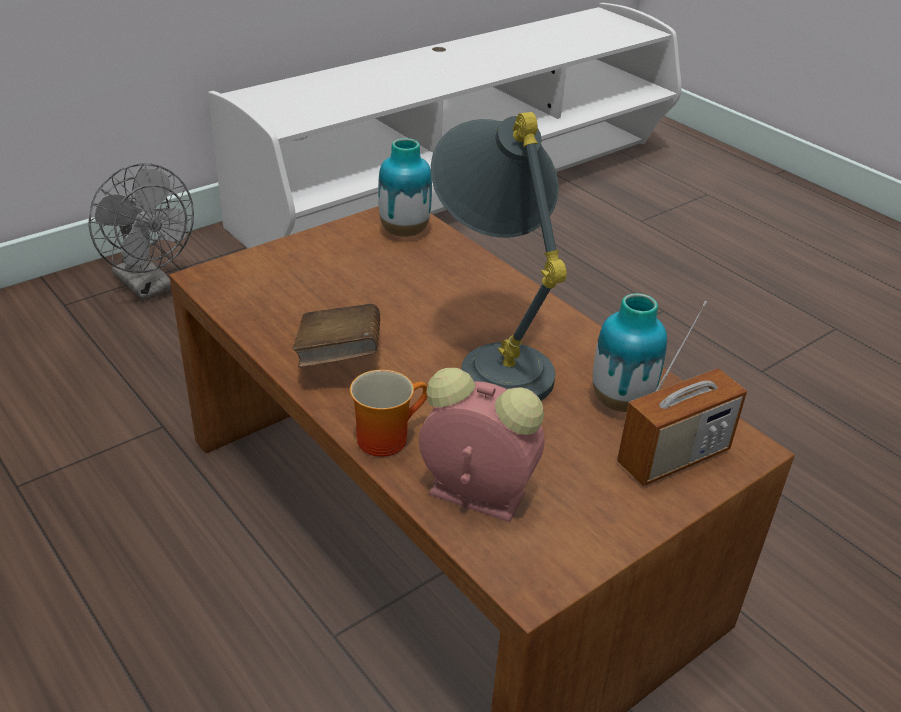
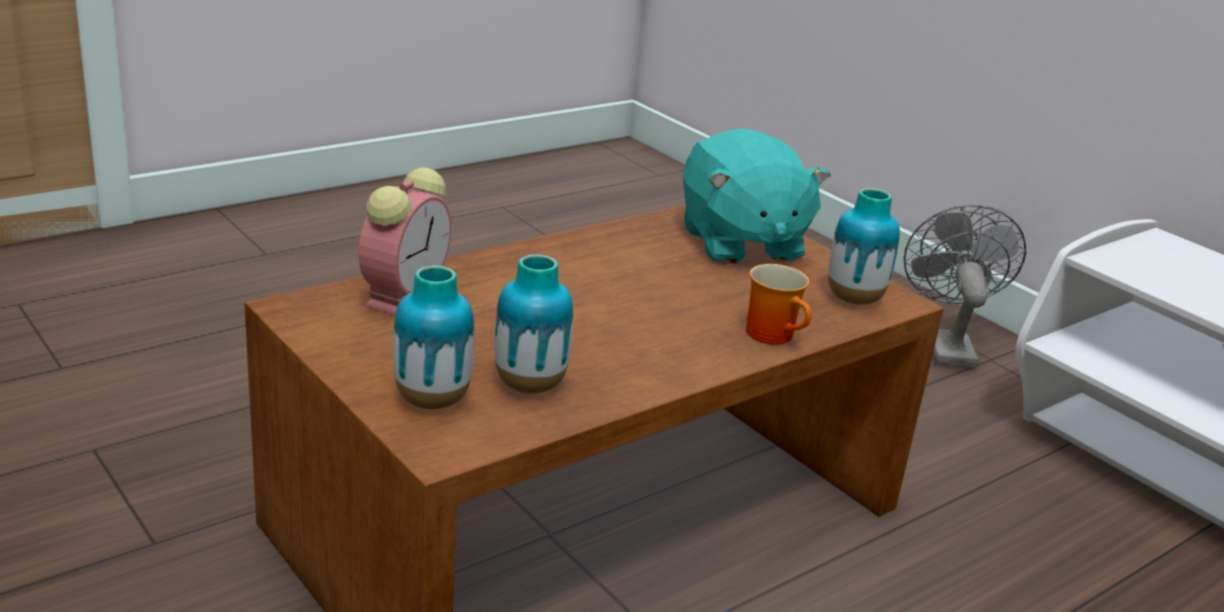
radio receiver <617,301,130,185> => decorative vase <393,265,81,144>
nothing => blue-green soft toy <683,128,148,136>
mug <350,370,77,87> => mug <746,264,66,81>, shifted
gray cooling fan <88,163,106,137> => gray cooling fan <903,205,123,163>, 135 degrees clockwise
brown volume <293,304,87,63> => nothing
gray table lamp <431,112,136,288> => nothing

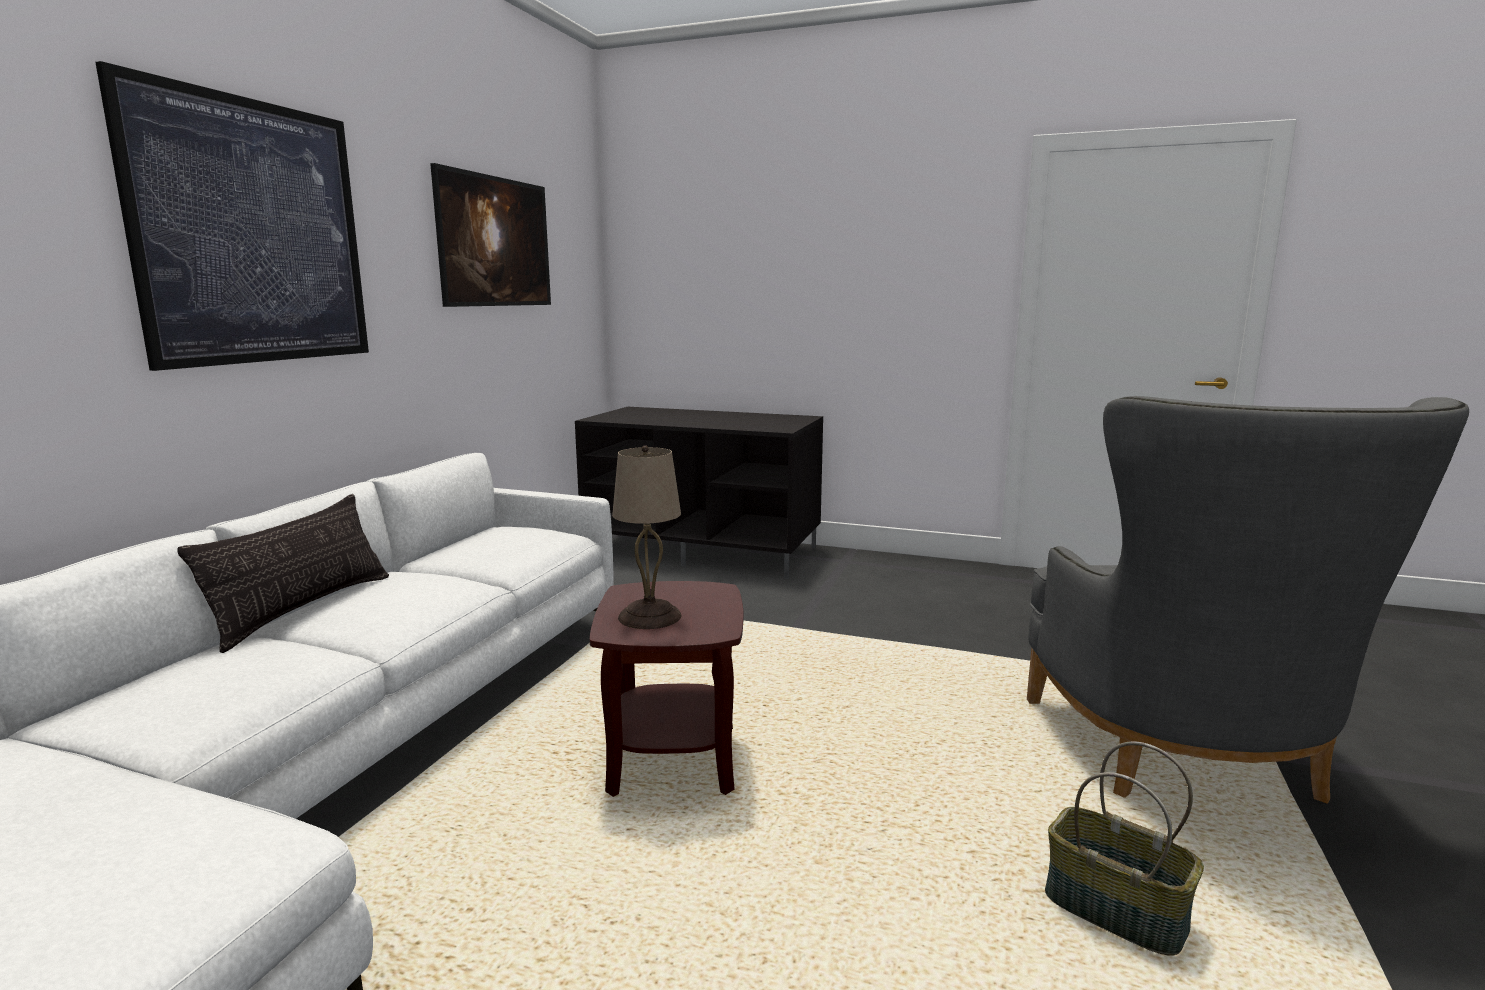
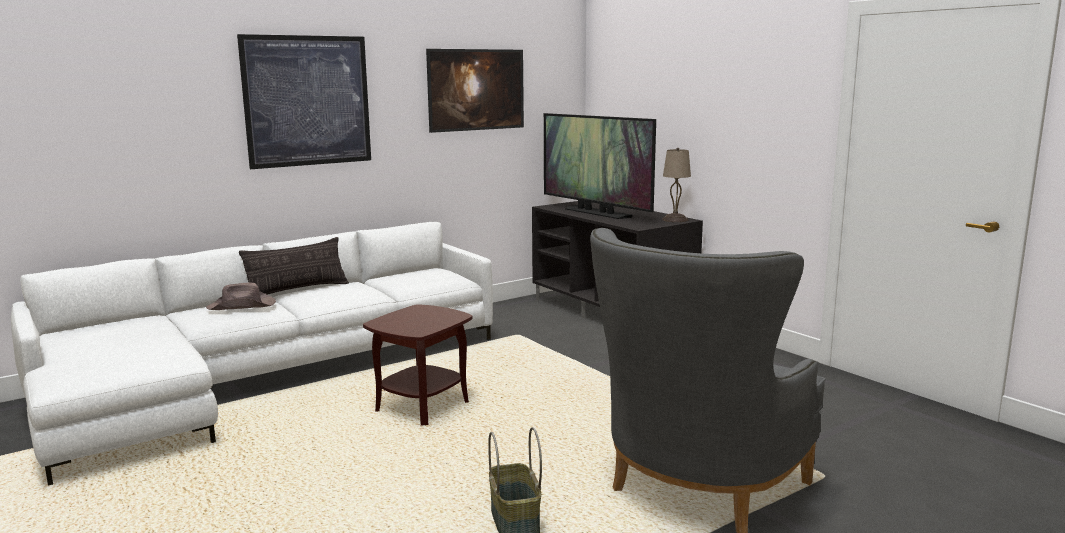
nothing => brown wearable hat <206,283,70,27>
nothing => TV <544,113,112,106>
sand-coloured table lamp <612,445,69,184> => sand-coloured table lamp <662,148,29,74>, shifted

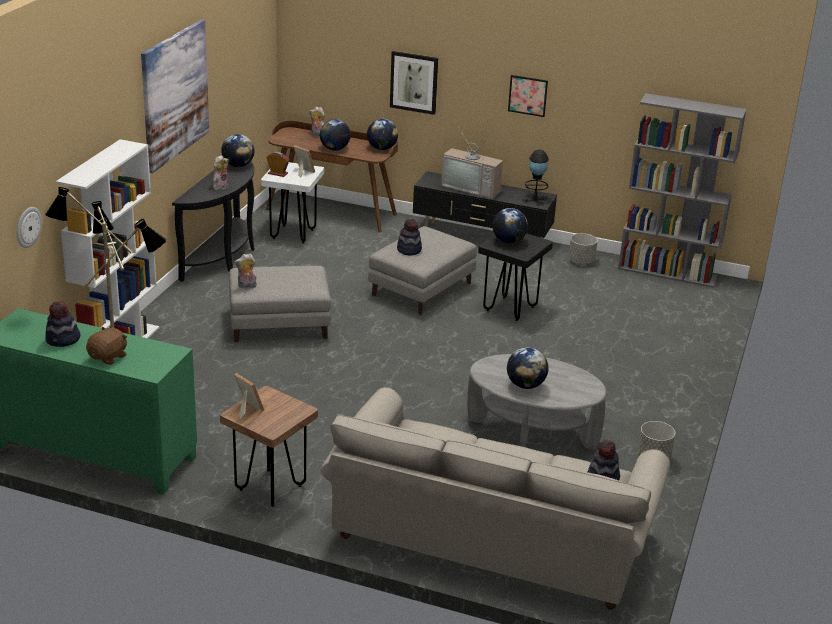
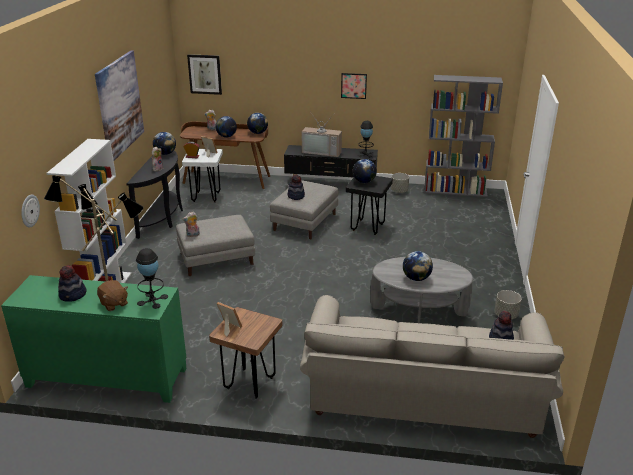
brown soft toy <86,326,41,39> => brown soft toy <97,280,31,31>, 120 degrees clockwise
nothing => black-coloured table lamp <136,248,32,61>
picture <390,51,48,64> => picture <187,54,35,41>, shifted

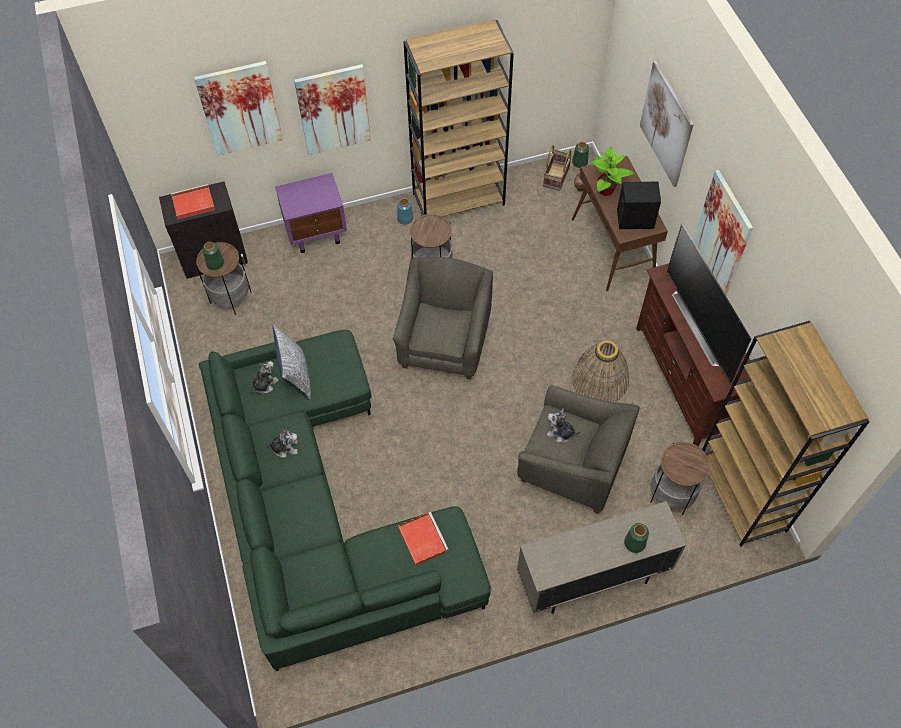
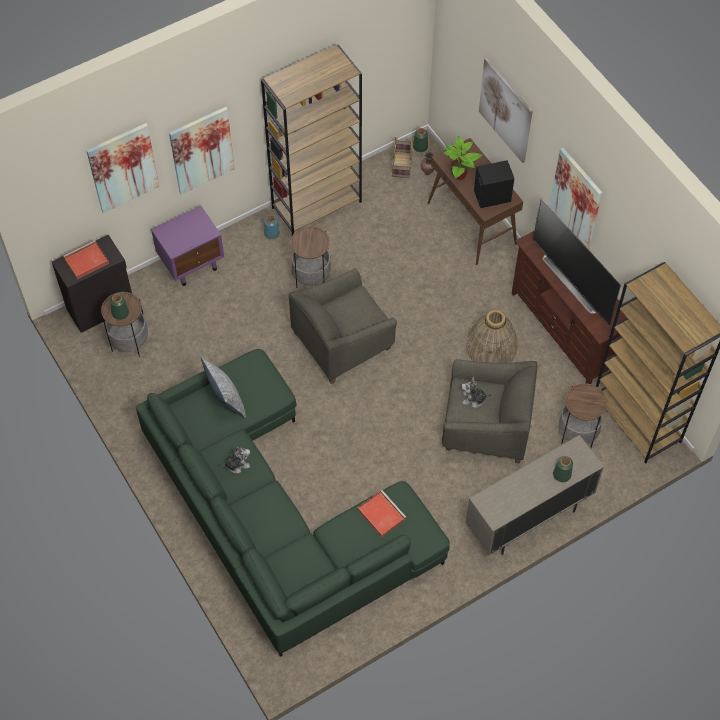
gray lounge chair <392,257,101,123> => gray lounge chair <289,268,108,116>, 120 degrees counterclockwise
soft toy <250,361,29,33> => nothing

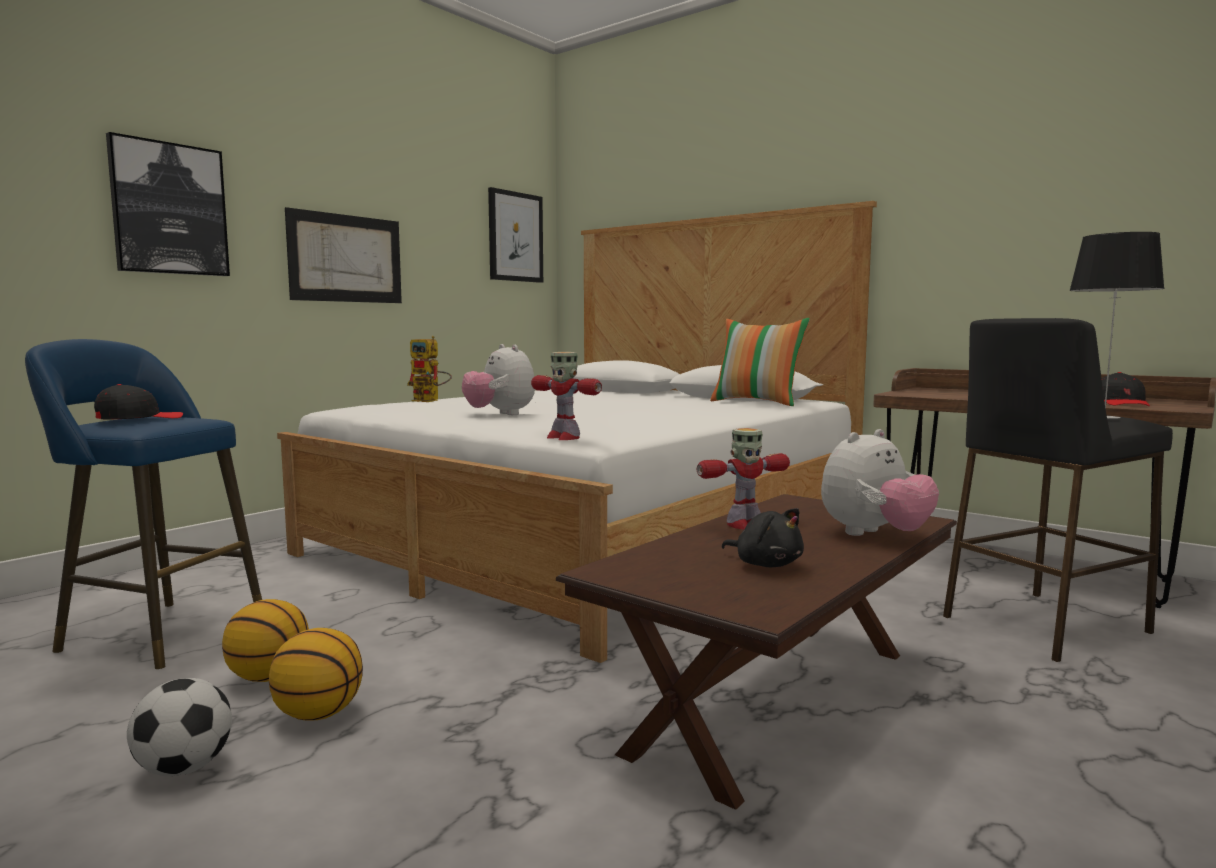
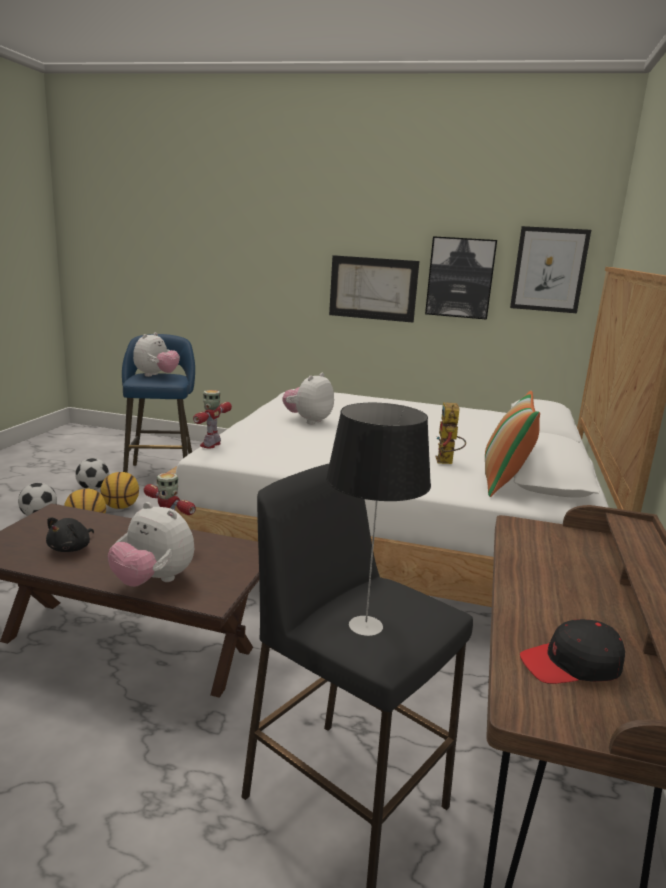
nothing => football ball <75,458,34,32>
black-coloured baseball cap <94,384,89,35> => soft toy <133,332,47,45>
picture <106,132,124,144> => picture <425,236,72,84>, shifted
robot figure <407,336,45,66> => robot figure <436,402,30,62>, shifted

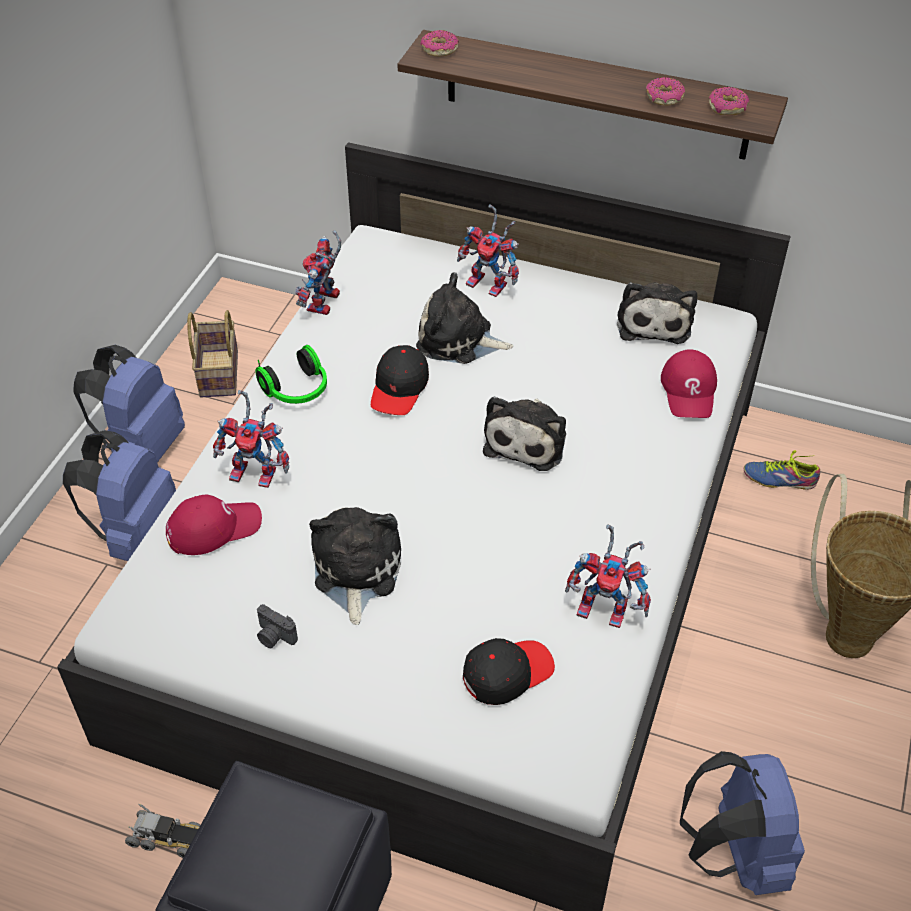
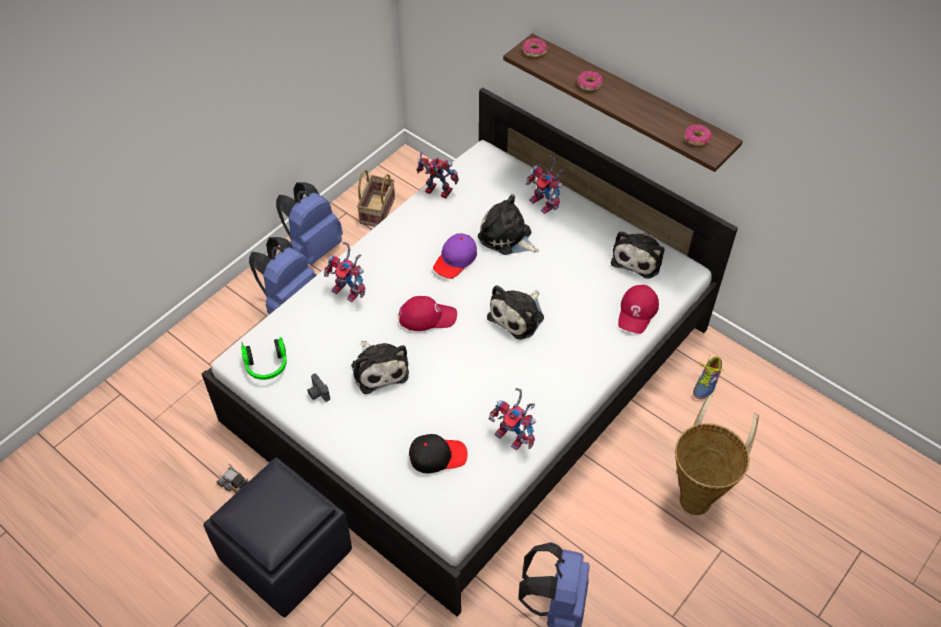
headset <255,345,72,59> => headset <241,337,46,43>, shifted
soft toy <309,507,92,118> => soft toy <351,341,58,53>, 135 degrees clockwise
reddish baseball cap <166,495,96,60> => reddish baseball cap <399,296,58,35>, shifted
robot figure <295,231,46,84> => robot figure <417,152,42,46>, 75 degrees clockwise
black-coloured baseball cap <371,345,58,70> => purple-coloured baseball cap <433,233,44,46>
donut <646,77,39,28> => donut <578,71,25,20>, shifted
item of footwear <744,450,76,40> => item of footwear <693,356,31,43>, 90 degrees counterclockwise

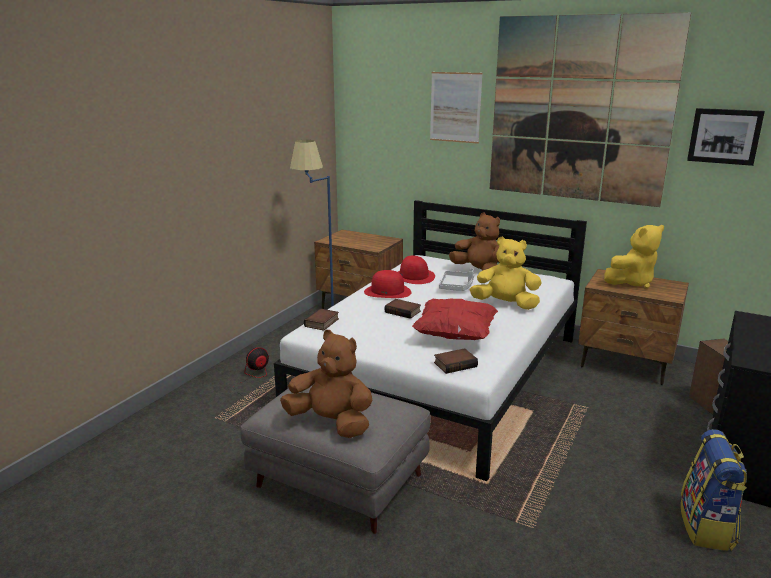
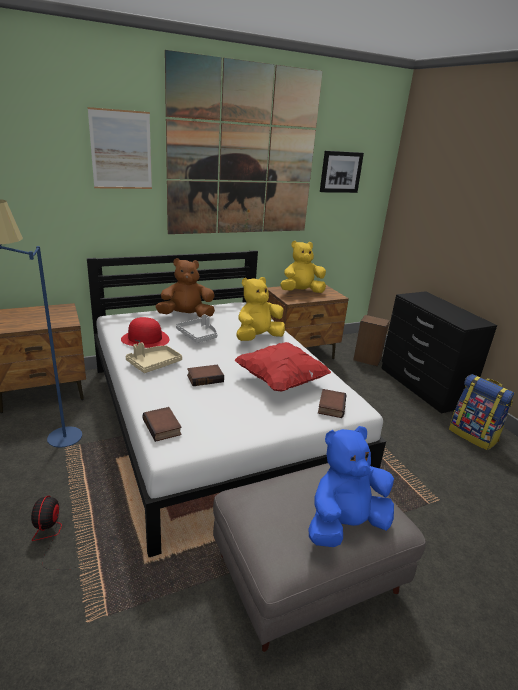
reddish wearable hat <364,270,48,28> => sand-coloured carrying tray <126,342,56,31>
yellow soft toy <604,225,60,64> => yellow soft toy <281,241,45,52>, 120 degrees counterclockwise
brown soft toy <280,330,92,108> => blue-coloured soft toy <309,426,85,121>

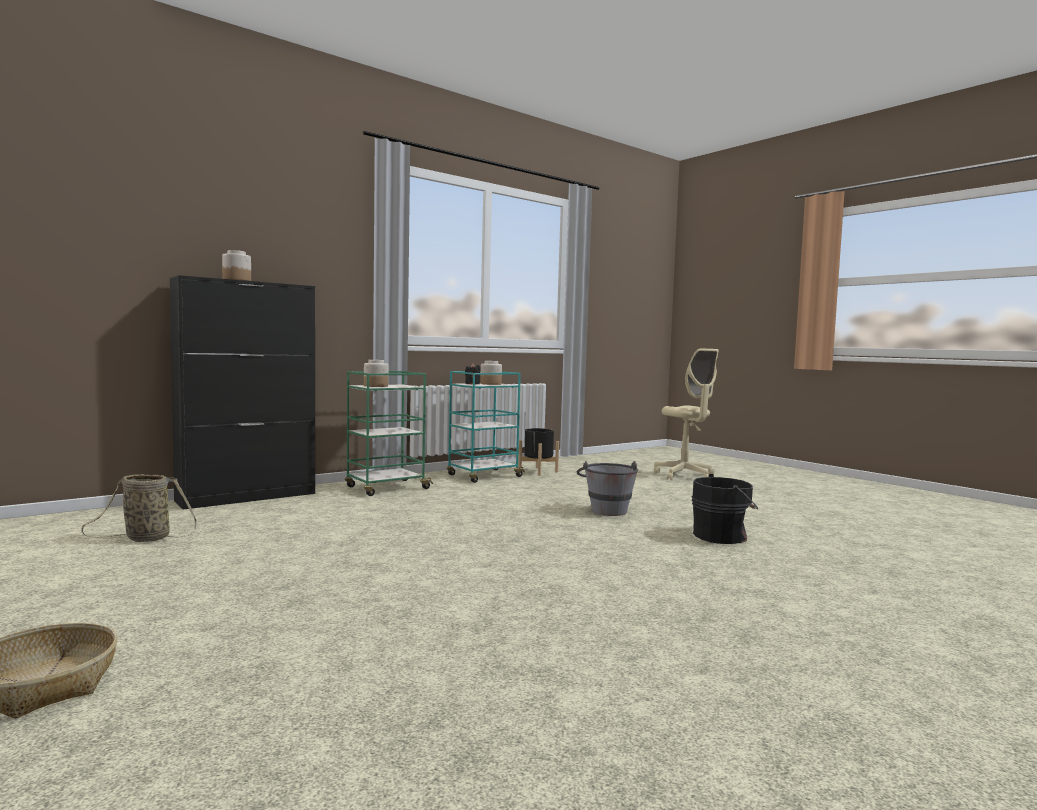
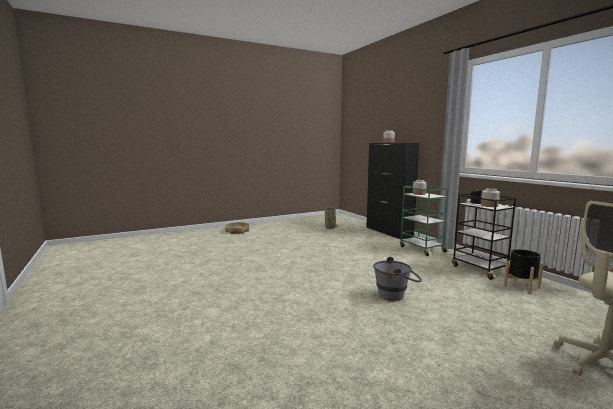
blue-green trolley <447,371,78,112> => black-coloured trolley <452,193,64,87>
black-coloured water bucket <692,474,66,70> => nothing

